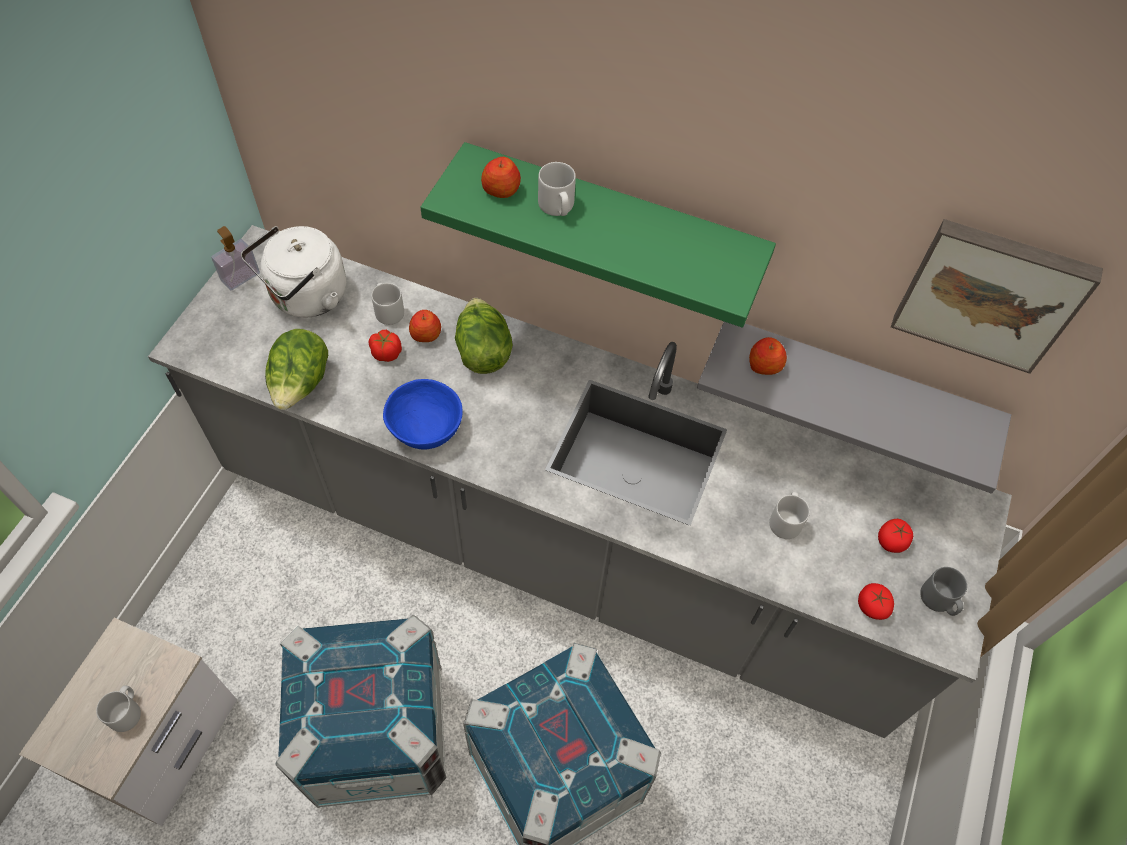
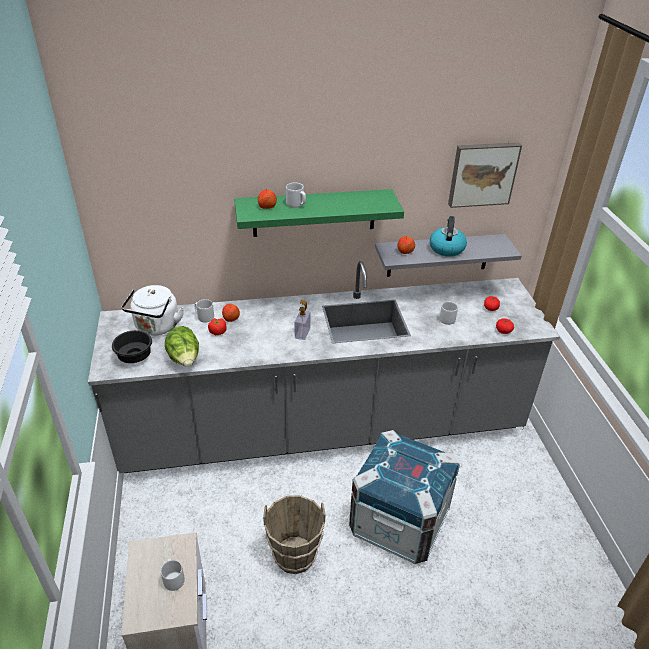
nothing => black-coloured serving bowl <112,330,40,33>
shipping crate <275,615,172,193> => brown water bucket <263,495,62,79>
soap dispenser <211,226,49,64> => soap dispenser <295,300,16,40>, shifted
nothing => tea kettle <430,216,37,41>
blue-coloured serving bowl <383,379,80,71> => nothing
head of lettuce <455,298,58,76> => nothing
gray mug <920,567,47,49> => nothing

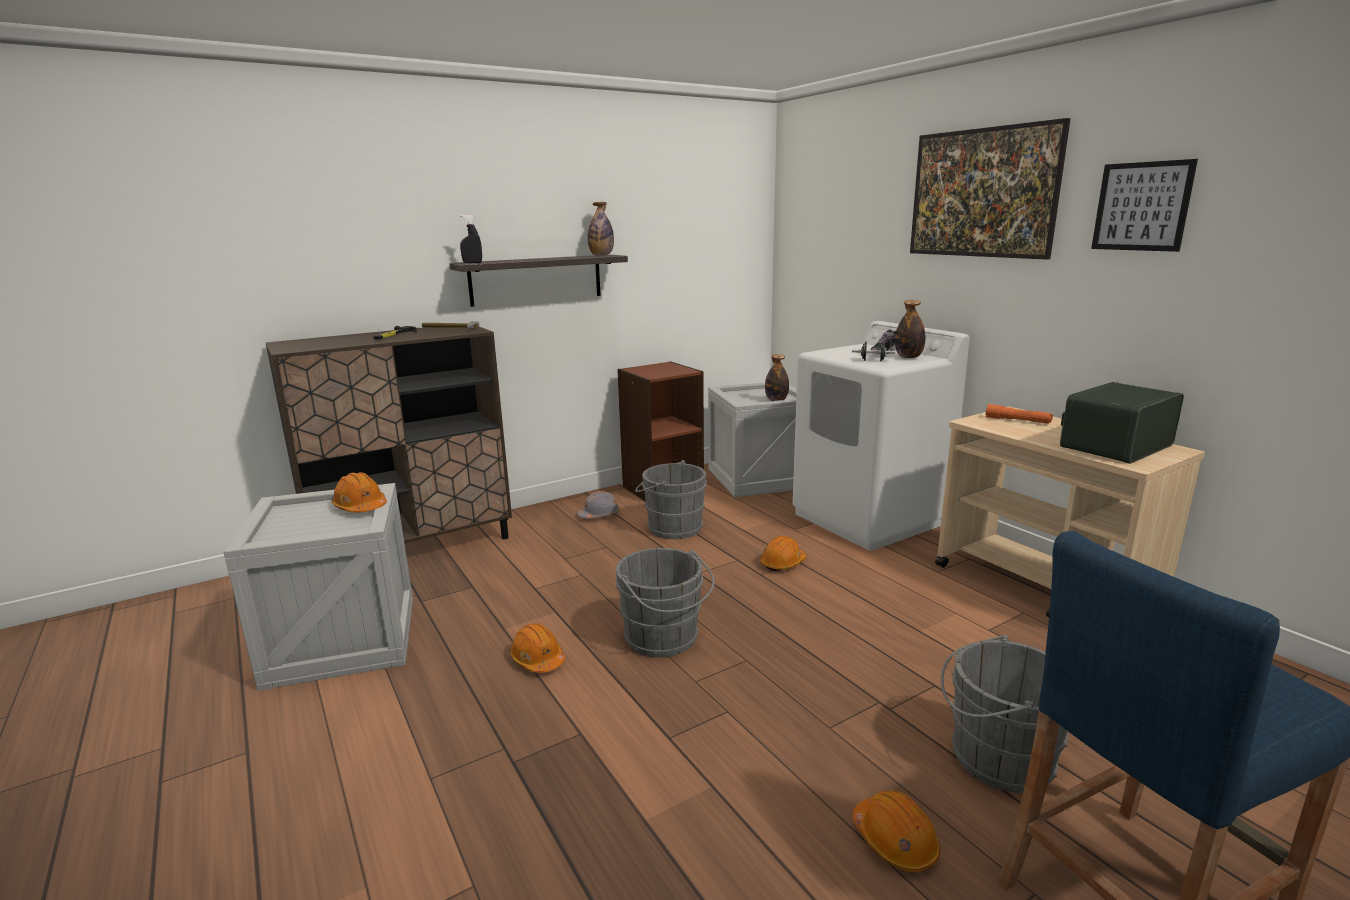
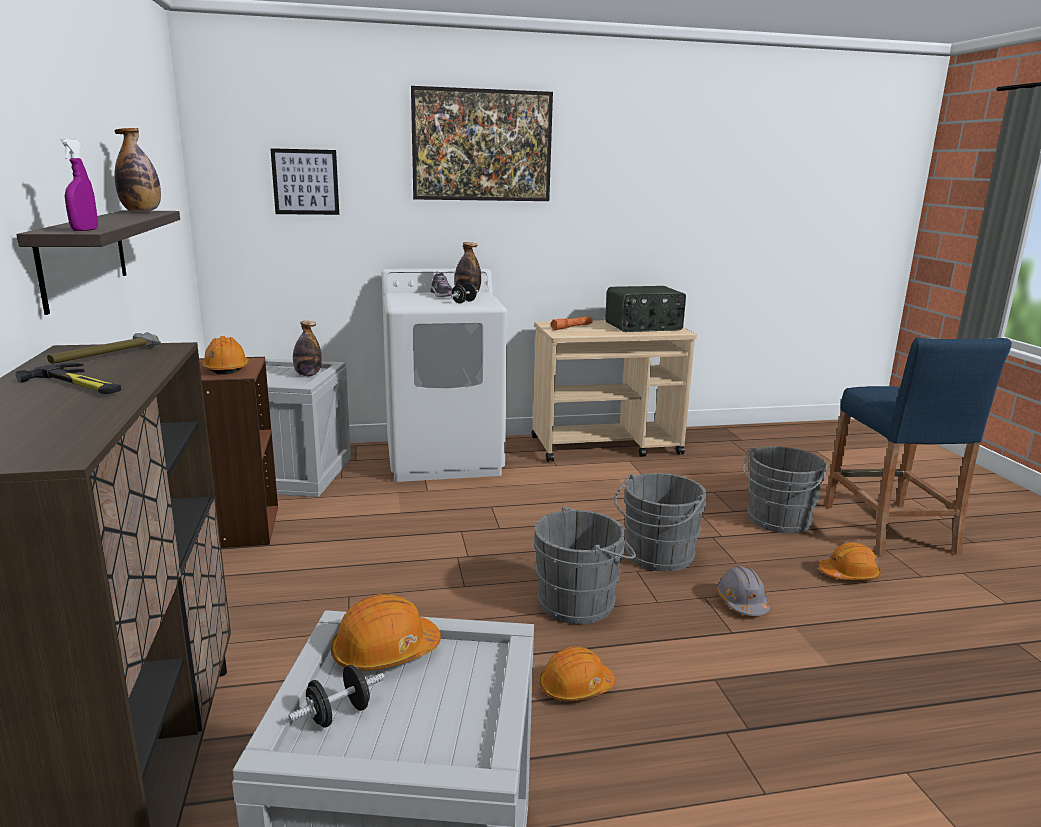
black-coloured spray bottle <460,214,22,49> => purple-coloured spray bottle <60,139,38,92>
orange hard hat <760,536,46,36> => orange hard hat <202,336,47,39>, shifted
picture <1091,159,107,93> => picture <270,148,69,67>, shifted
nothing => black-coloured free weight <288,665,97,63>
radio receiver <1060,382,124,82> => radio receiver <605,286,81,46>, 90 degrees counterclockwise
gray water bucket <635,460,72,79> => gray water bucket <614,473,93,99>, shifted
gray hard hat <577,491,43,27> => gray hard hat <716,566,54,50>, shifted

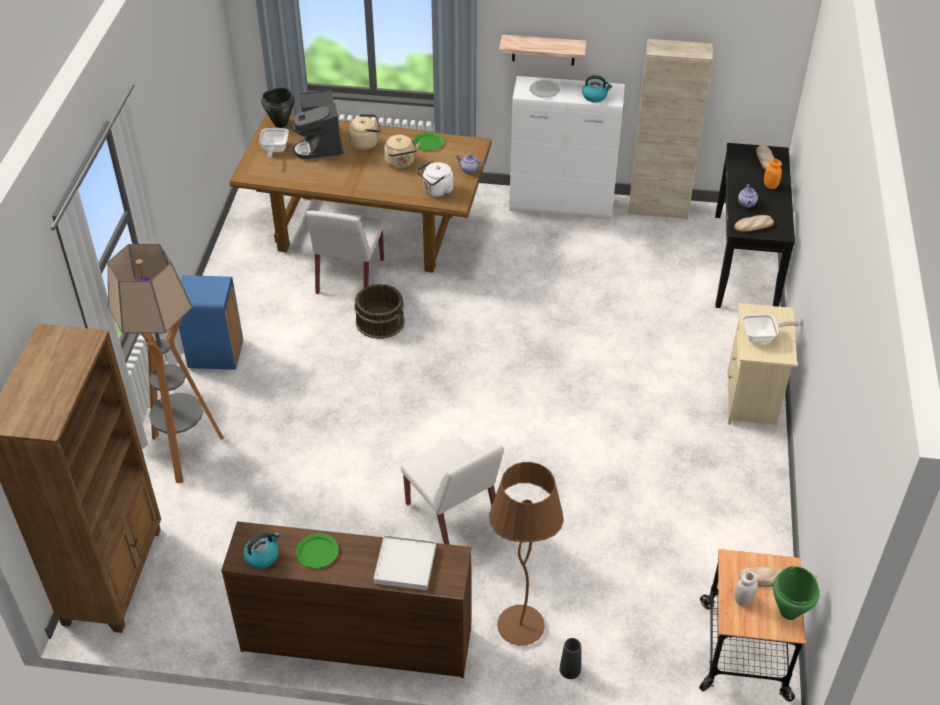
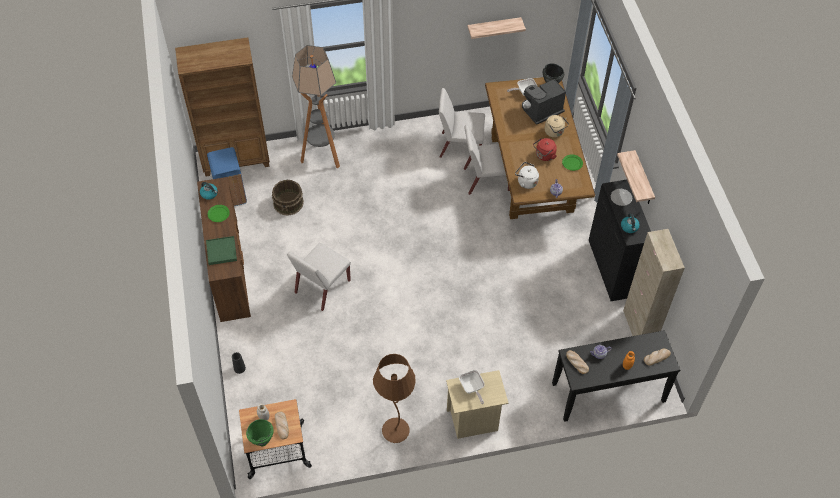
white carrying tray <373,535,63,55> => green carrying tray <206,236,31,29>
blue-coloured rubbish bin <179,275,64,95> => blue-coloured rubbish bin <207,147,40,59>, shifted
brown water bucket <354,284,51,55> => brown water bucket <272,180,32,36>, shifted
brown standing lamp <489,462,75,184> => brown standing lamp <373,354,43,89>, shifted
nothing => white chair <439,88,46,70>
nothing => wall shelf <467,17,59,22>
sand-coloured tea kettle <384,135,36,34> => reddish tea kettle <533,138,24,23>
white cabinet <509,76,116,143> => black-coloured cabinet <589,180,62,121>

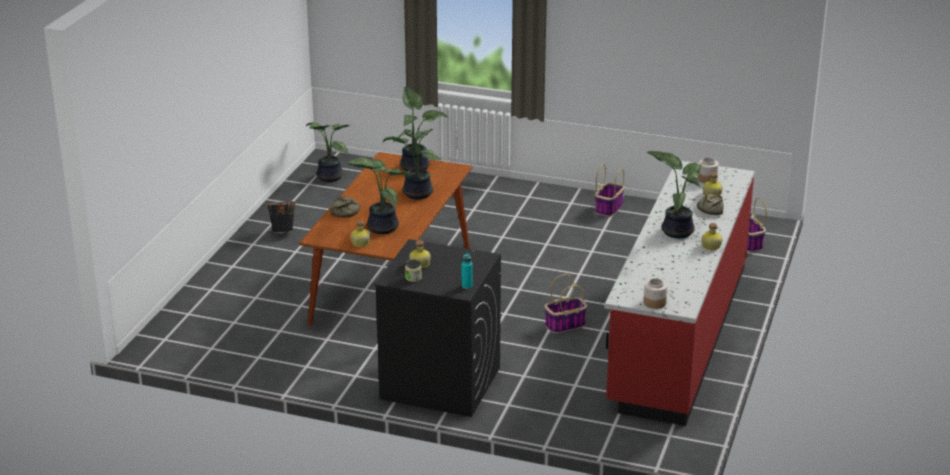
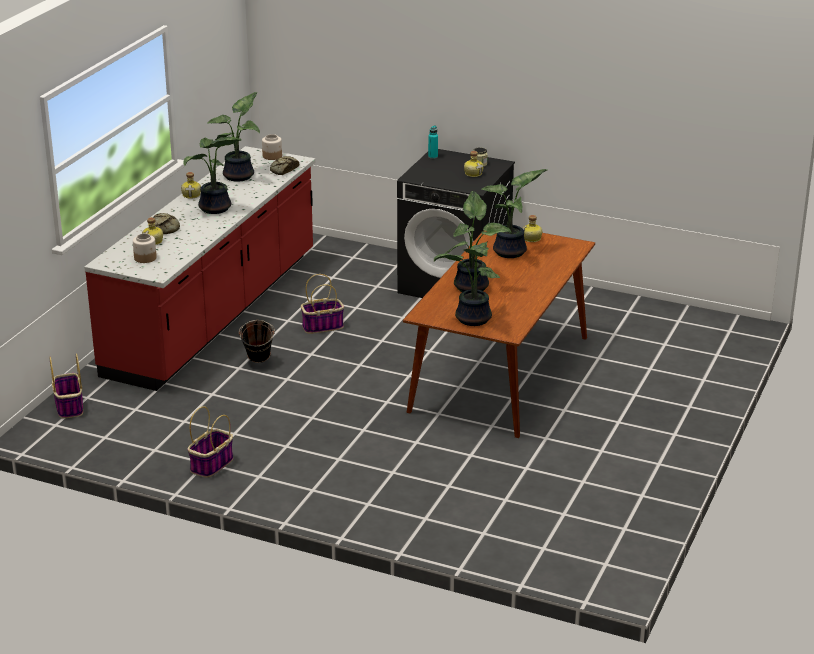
houseplant <306,121,45,61> => houseplant <208,92,52,90>, shifted
black-coloured water bucket <266,202,31,31> => black-coloured water bucket <239,320,36,43>, shifted
bakery bread <331,197,29,20> => bakery bread <270,156,29,19>, shifted

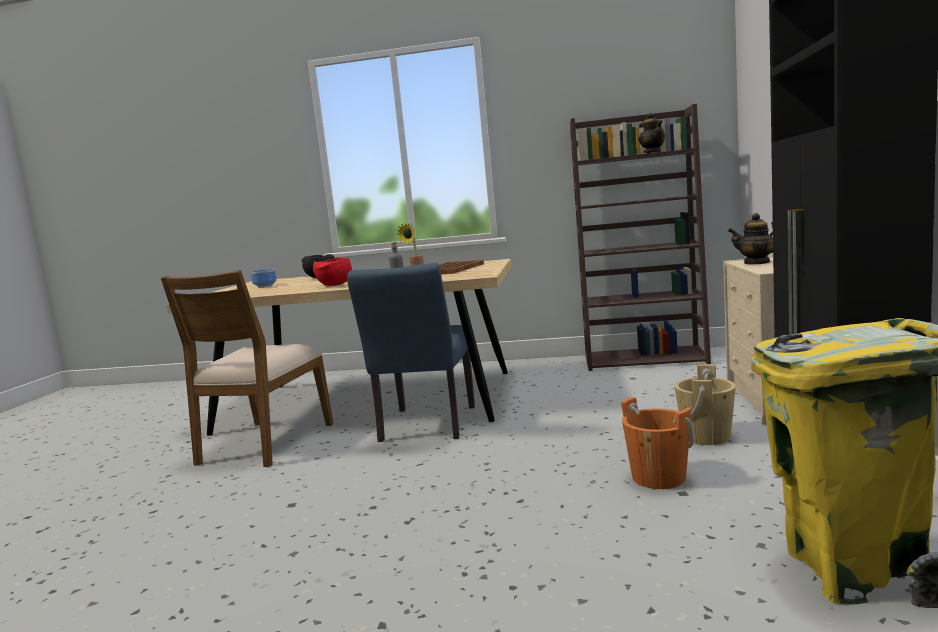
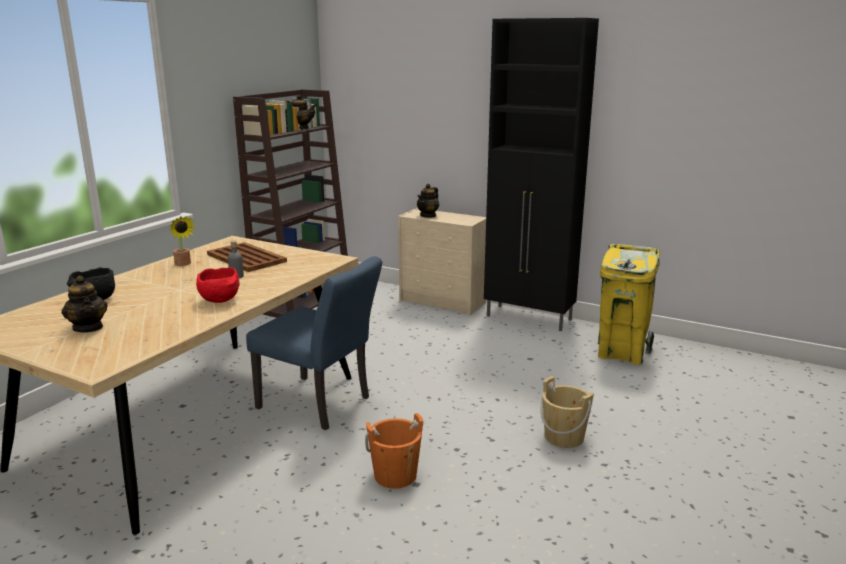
serving bowl <251,269,26,19> => teapot <62,276,46,56>
orange water bucket <621,397,73,92> => orange water bucket <365,413,58,76>, shifted
sand-coloured water bucket <674,364,62,81> => sand-coloured water bucket <540,376,54,72>, shifted
brown chair <161,270,172,197> => nothing

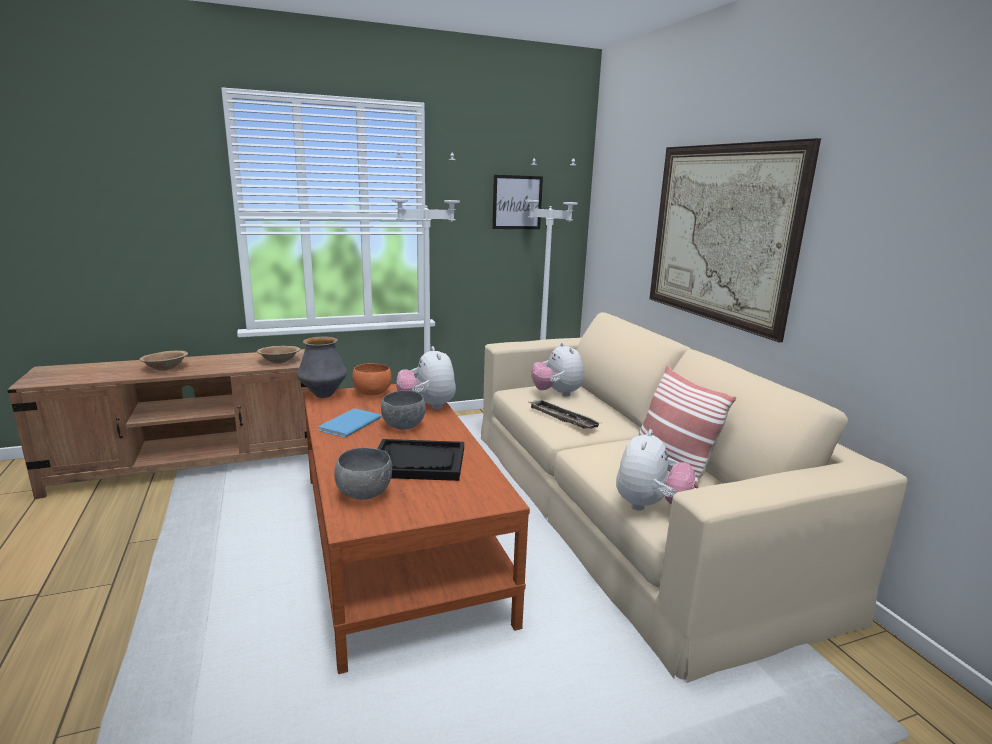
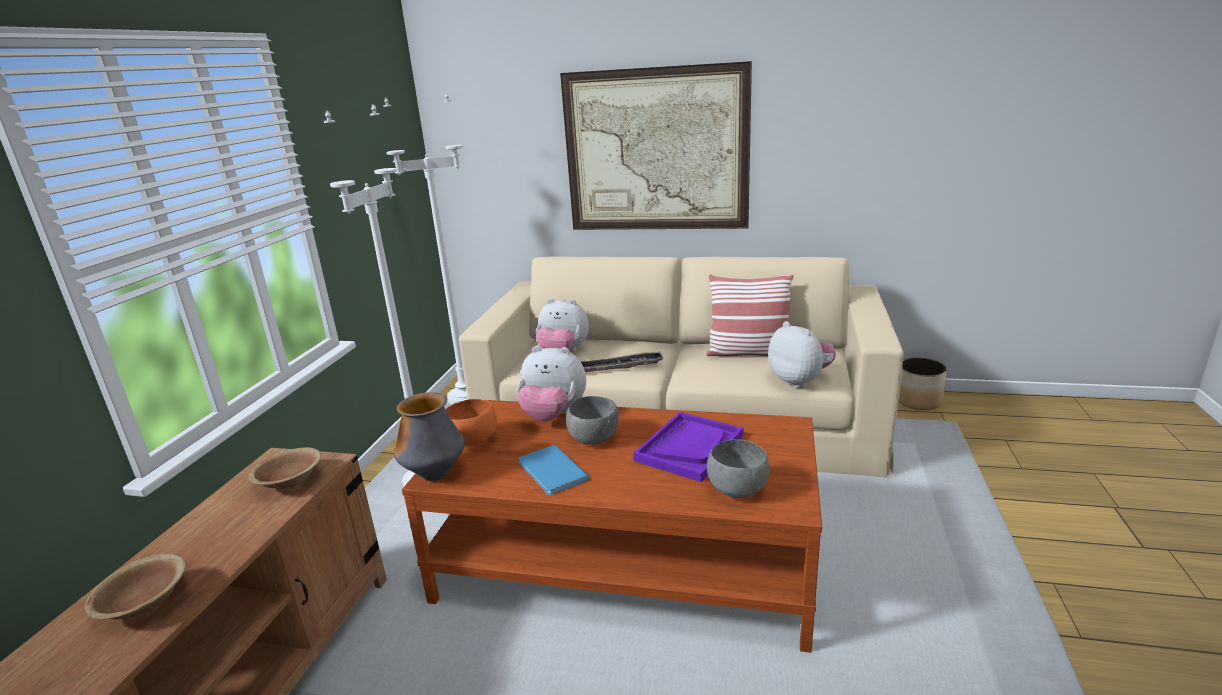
black-coloured carrying tray <378,439,86,42> => purple-coloured carrying tray <633,412,110,70>
nothing => flower pot <899,357,48,53>
picture <492,175,51,54> => nothing

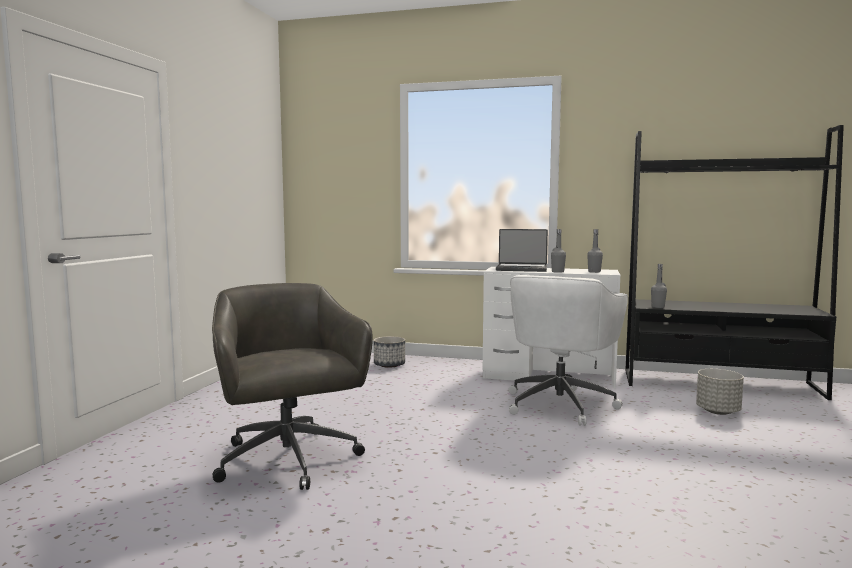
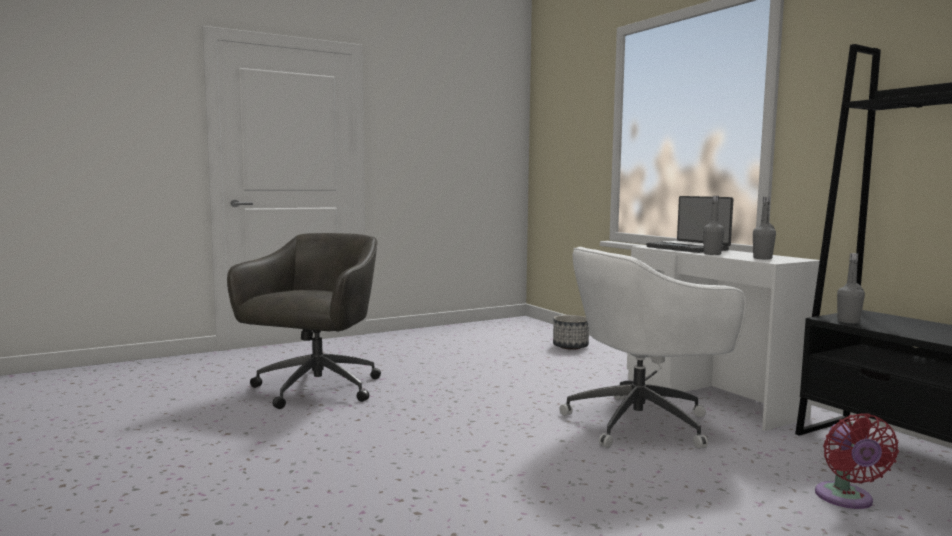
gray flower pot <696,369,48,46> => reddish cooling fan <815,413,84,96>

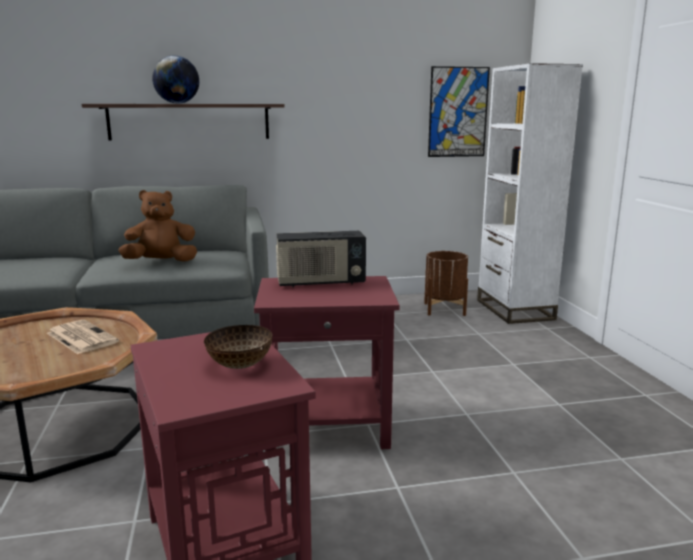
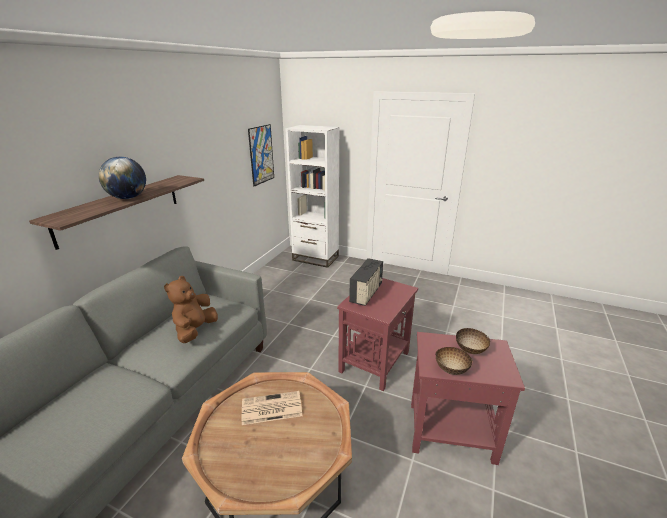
nothing => serving bowl <435,347,37,28>
brown flower pot <424,251,44,65> => nothing

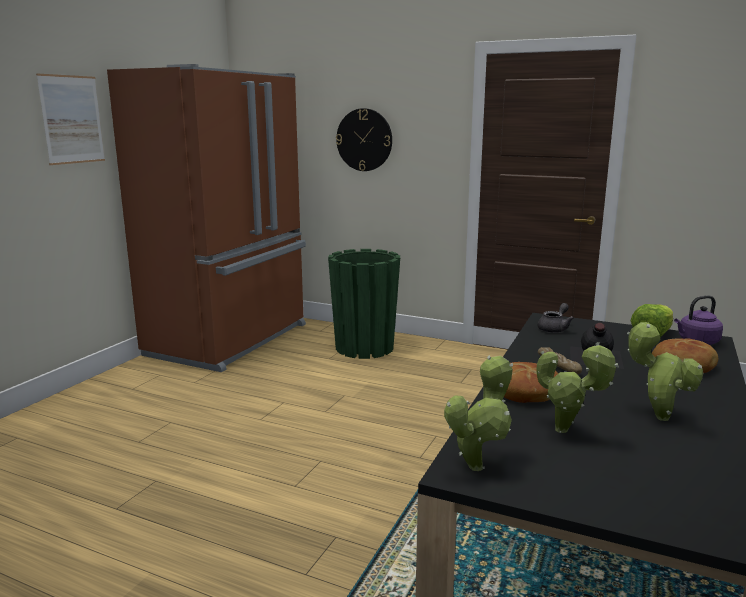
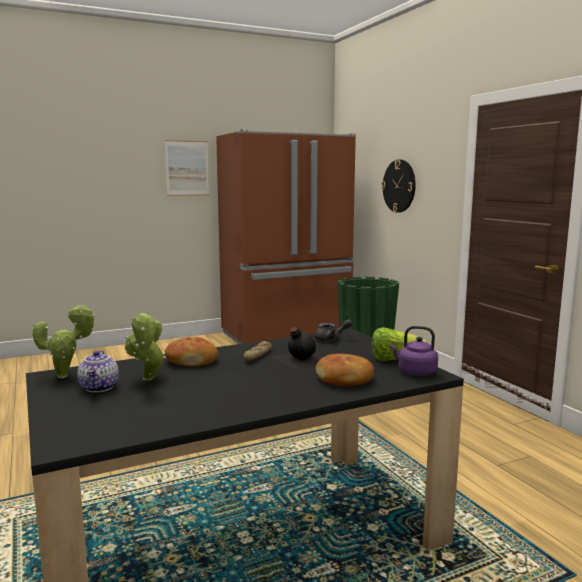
nothing => teapot <77,350,42,43>
houseplant <627,322,76,99> => nothing

